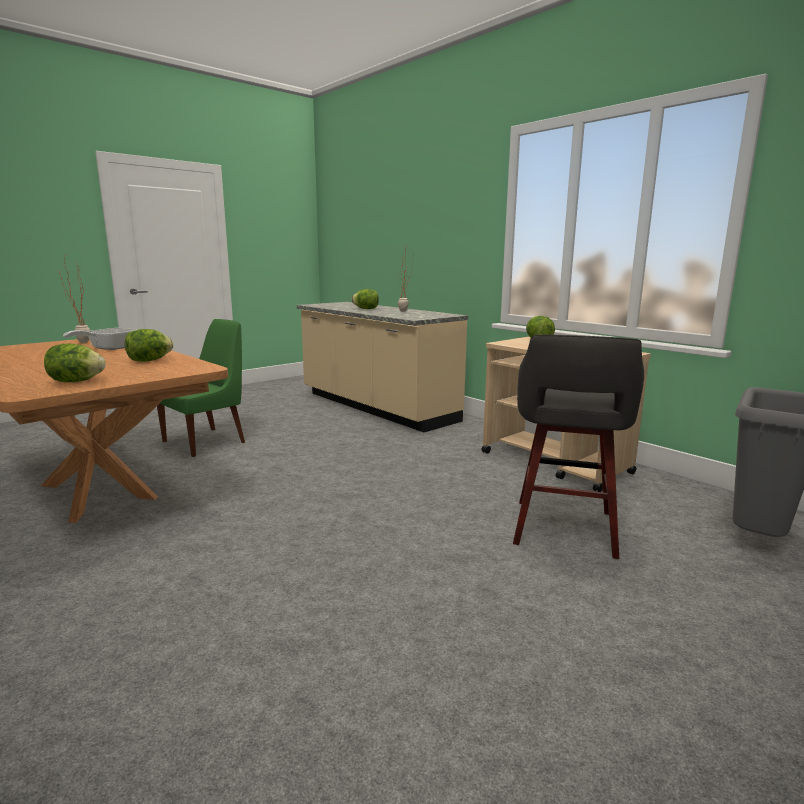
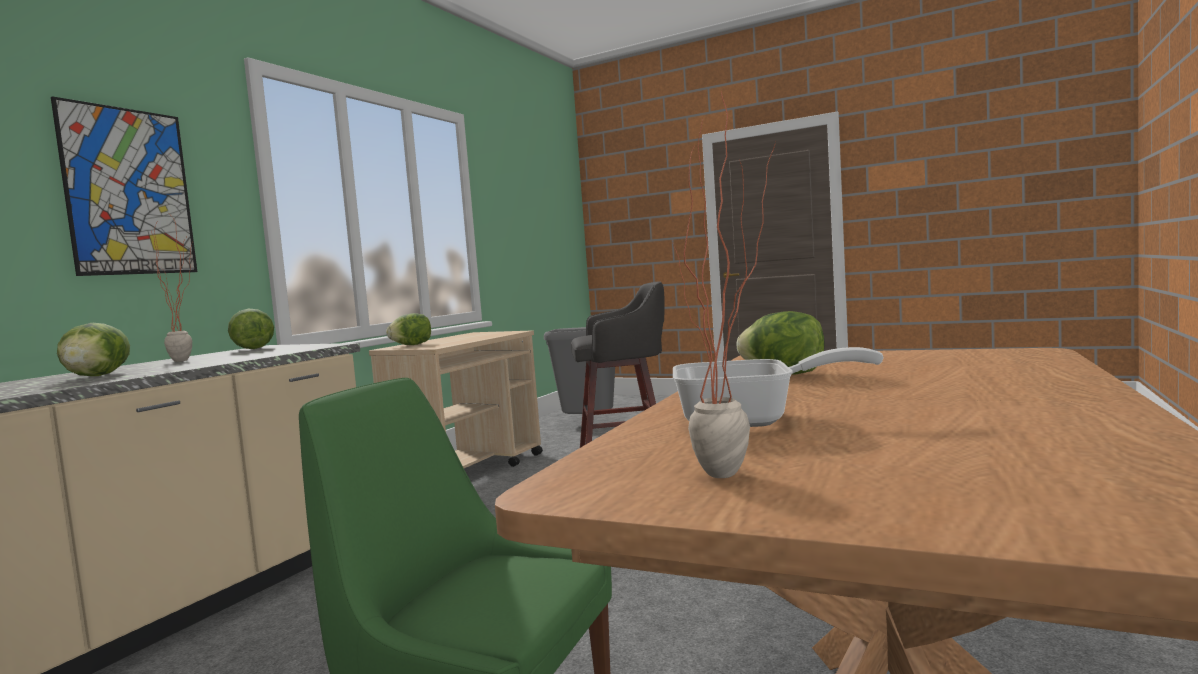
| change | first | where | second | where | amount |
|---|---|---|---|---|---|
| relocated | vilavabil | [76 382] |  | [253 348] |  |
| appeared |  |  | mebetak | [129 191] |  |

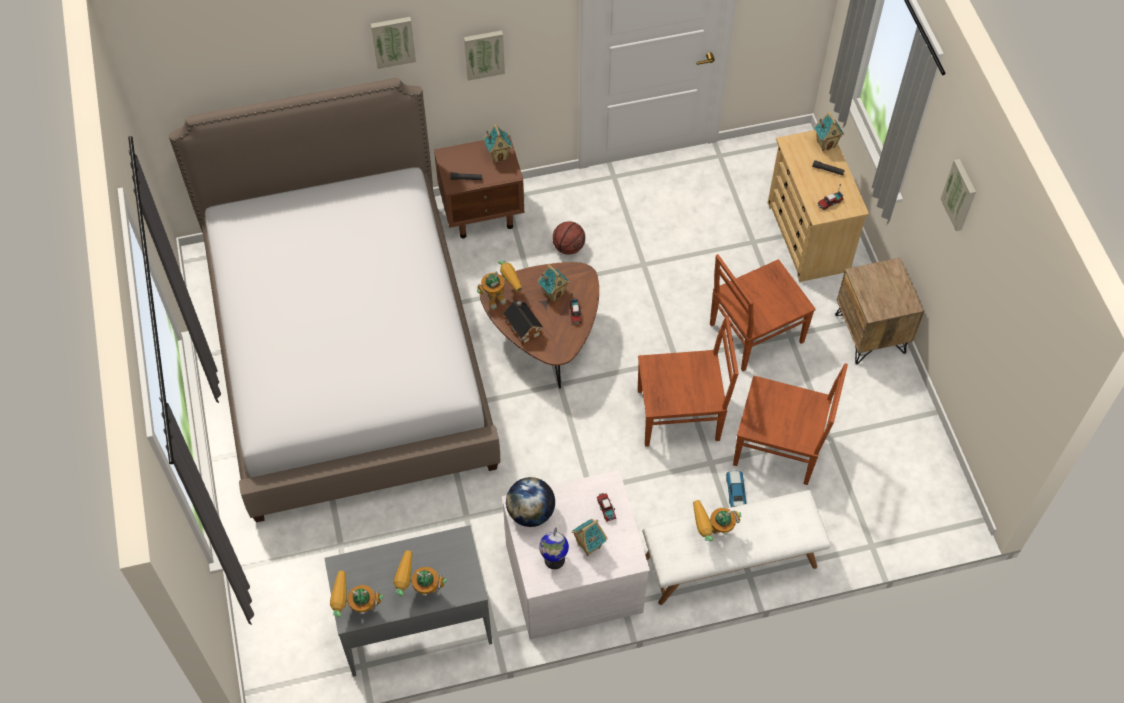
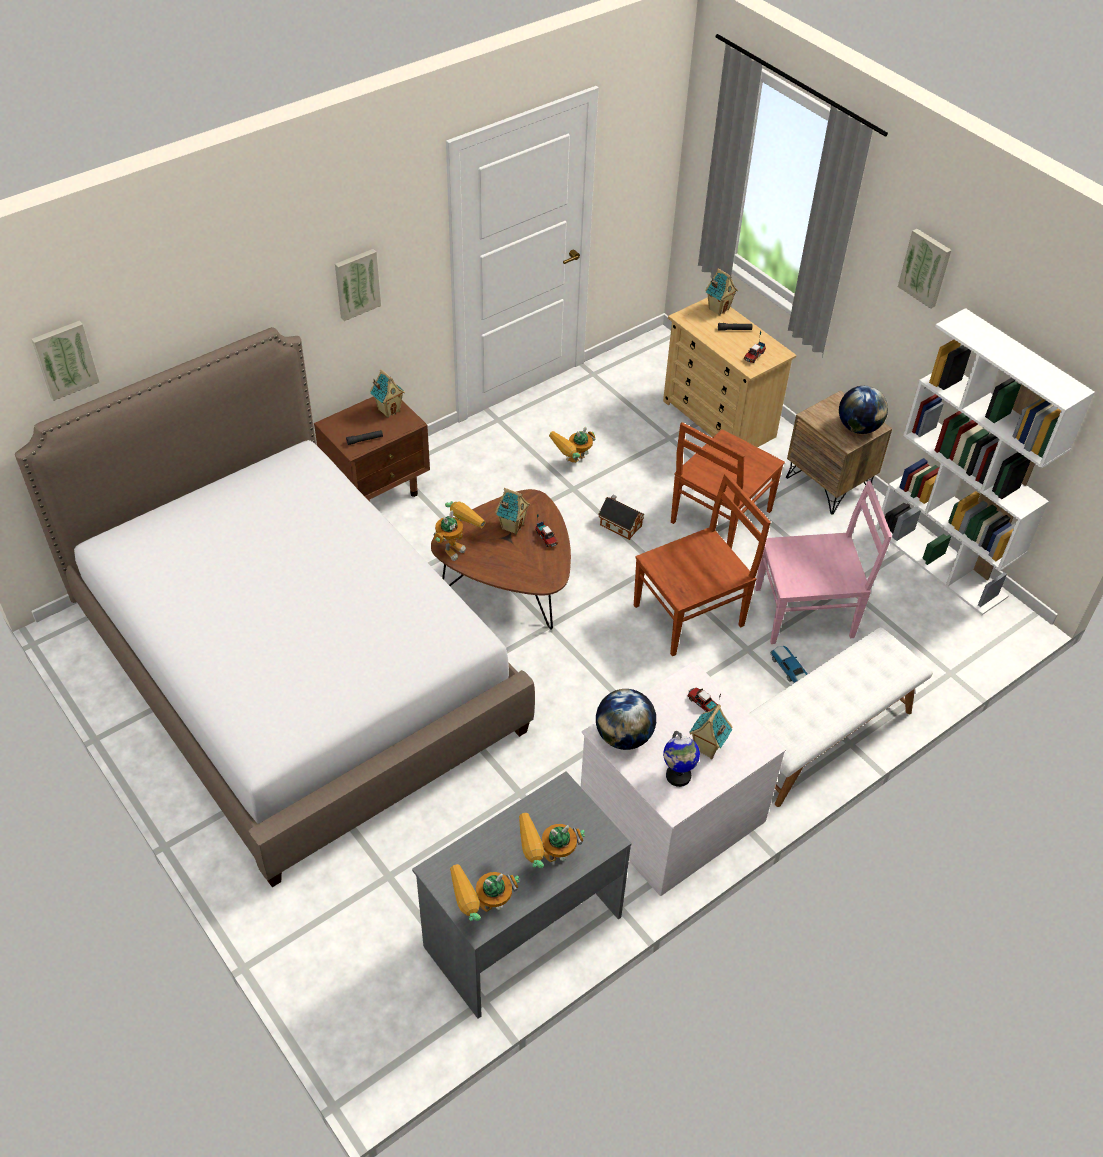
| change | first | where | second | where | amount |
|---|---|---|---|---|---|
| relocated | mebetak | [393 41] |  | [64 359] |  |
| missing | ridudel | [568 247] |  |  |  |
| relocated | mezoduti | [523 327] |  | [619 524] |  |
| colour | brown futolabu | [780 448] | pink futolabu | [807 612] |  |
| relocated | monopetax | [711 534] |  | [572 465] |  |
| appeared |  |  | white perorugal | [941 563] |  |
| appeared |  |  | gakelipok | [858 427] |  |

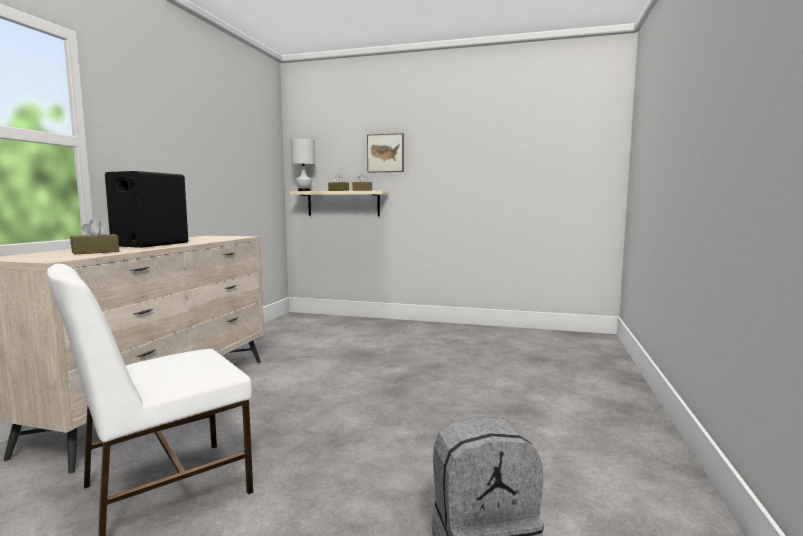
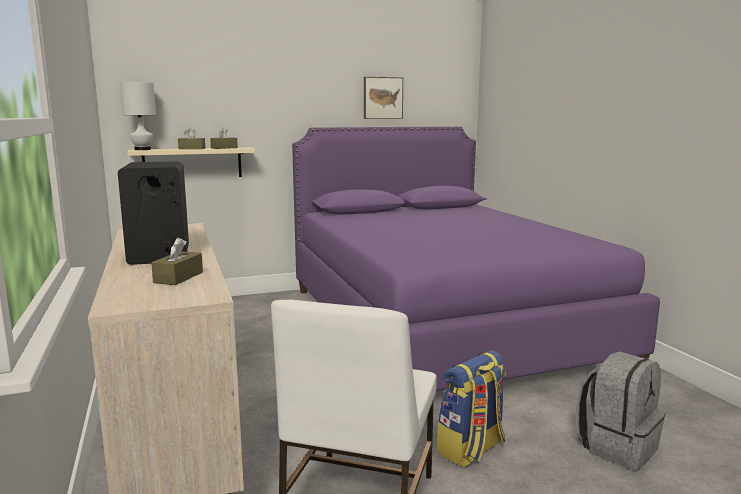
| change | first | where | second | where | amount |
|---|---|---|---|---|---|
| relocated | mebetak | [386 153] |  | [382 98] |  |
| appeared |  |  | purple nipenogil | [441 324] |  |
| appeared |  |  | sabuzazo | [471 449] |  |

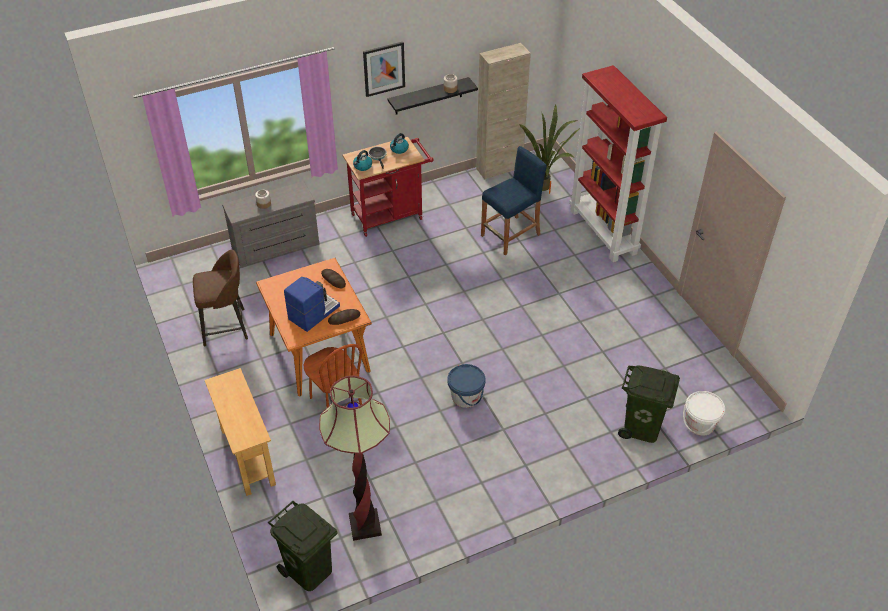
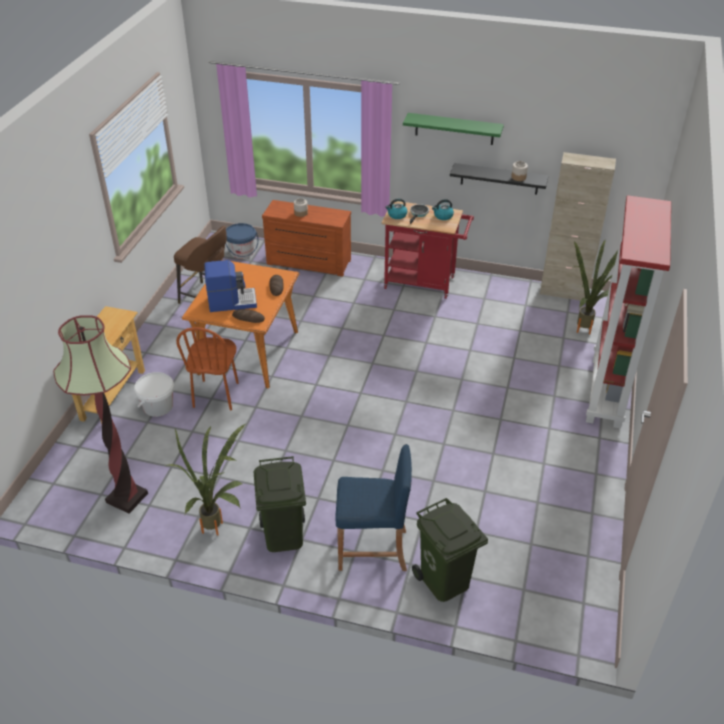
| change | first | where | second | where | amount |
|---|---|---|---|---|---|
| exchanged | mebetak | [384 68] | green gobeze | [454 129] |  |
| relocated | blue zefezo | [511 235] |  | [372 550] |  |
| colour | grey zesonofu | [276 247] | brown zesonofu | [308 263] |  |
| relocated | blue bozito | [466 396] |  | [242 252] |  |
| relocated | white bozito | [700 424] |  | [158 406] |  |
| relocated | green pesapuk | [308 571] |  | [282 535] |  |
| appeared |  |  | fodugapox | [218 530] |  |

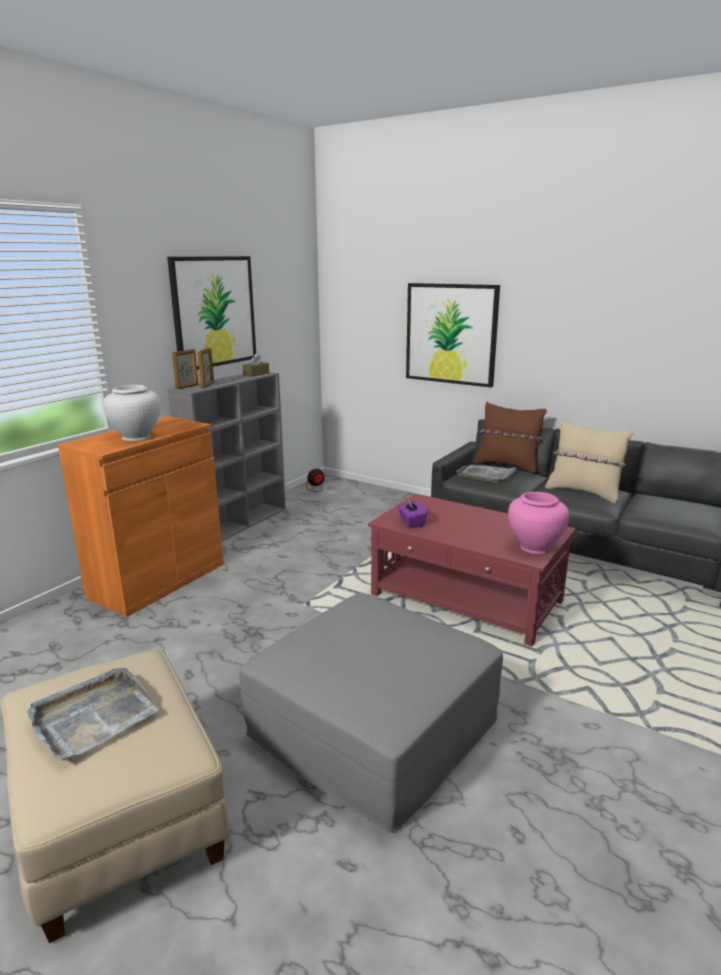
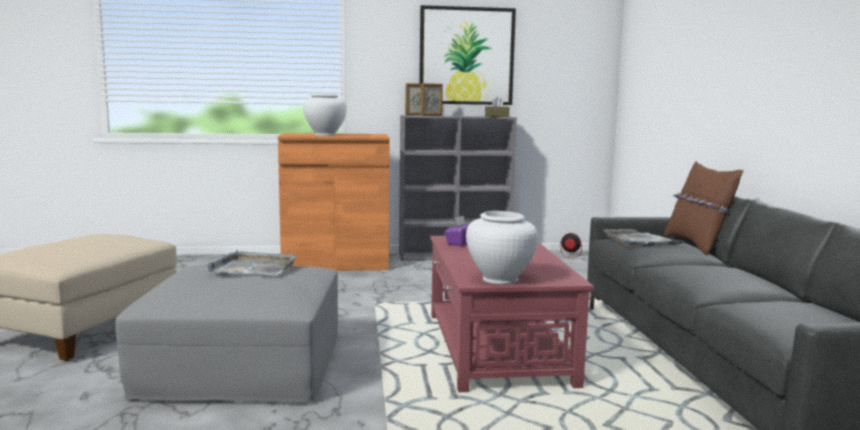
| change | first | where | second | where | amount |
|---|---|---|---|---|---|
| missing | mebetak | [451 334] |  |  |  |
| missing | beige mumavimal | [584 493] |  |  |  |
| colour | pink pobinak | [535 547] | white pobinak | [500 279] |  |
| relocated | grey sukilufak | [93 716] |  | [253 267] |  |

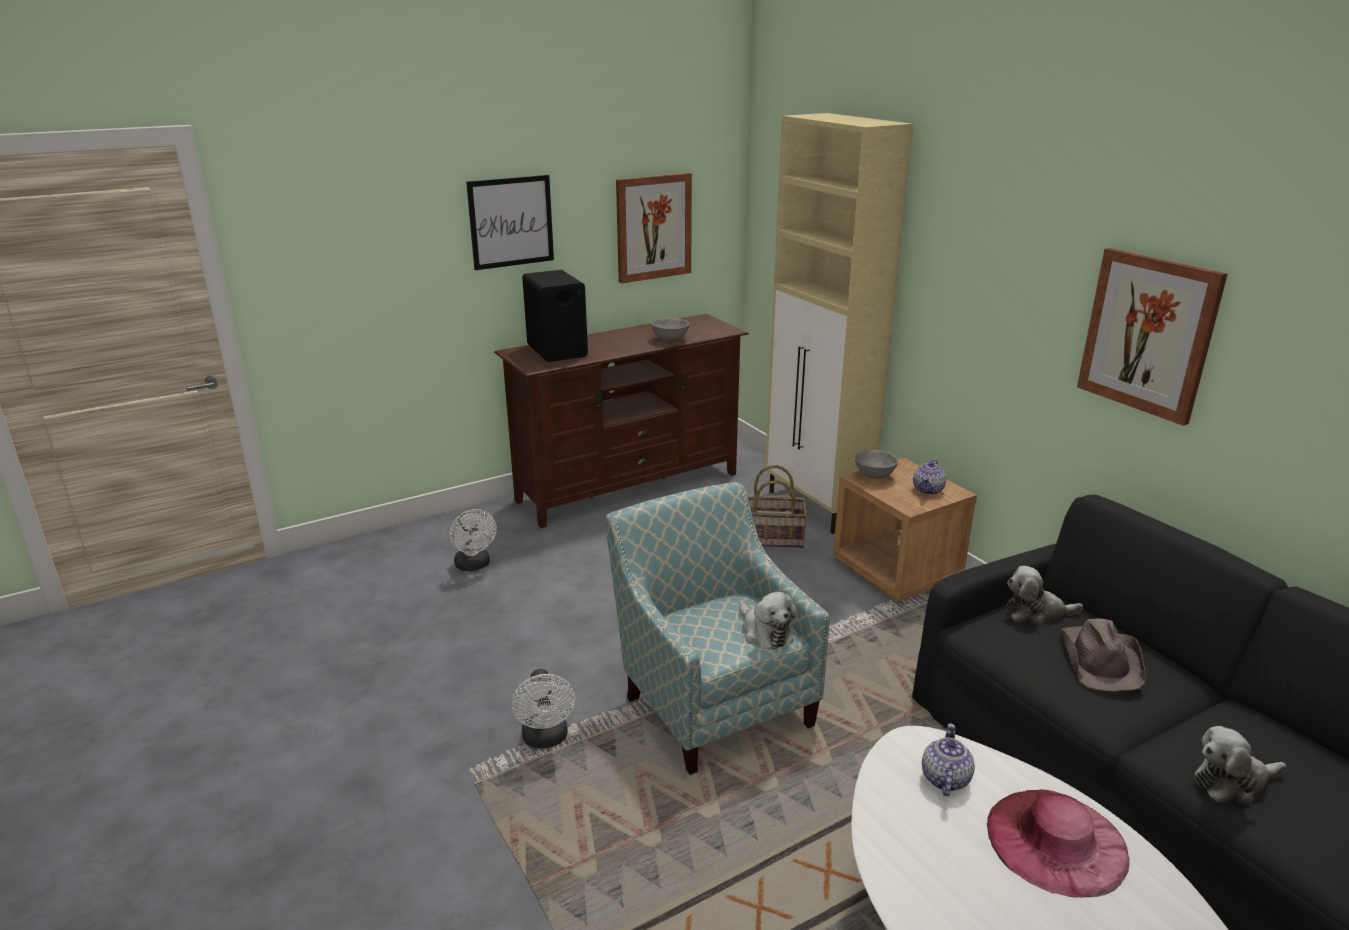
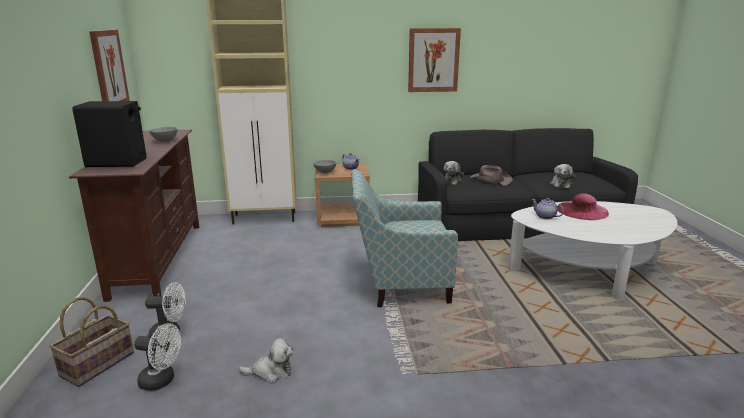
| change | first | where | second | where | amount |
|---|---|---|---|---|---|
| missing | mebetak | [511 222] |  |  |  |
| relocated | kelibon | [770 539] |  | [98 365] |  |
| relocated | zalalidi | [764 632] |  | [271 372] |  |
| relocated | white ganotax | [546 739] |  | [162 381] |  |

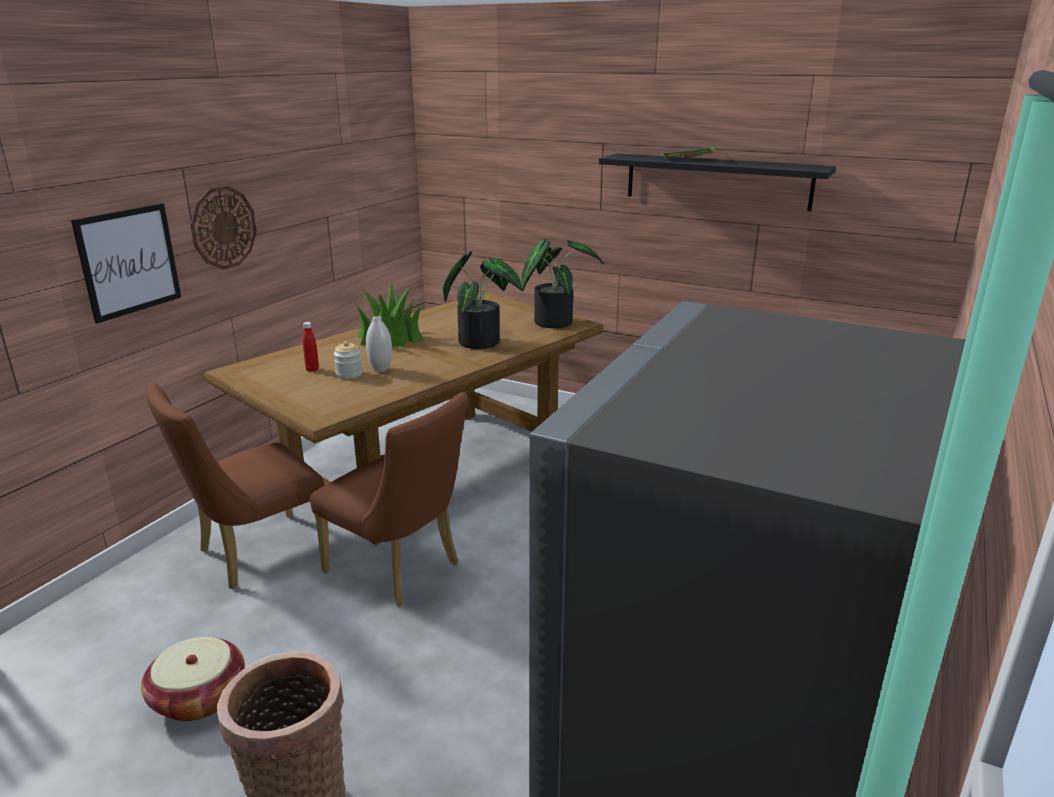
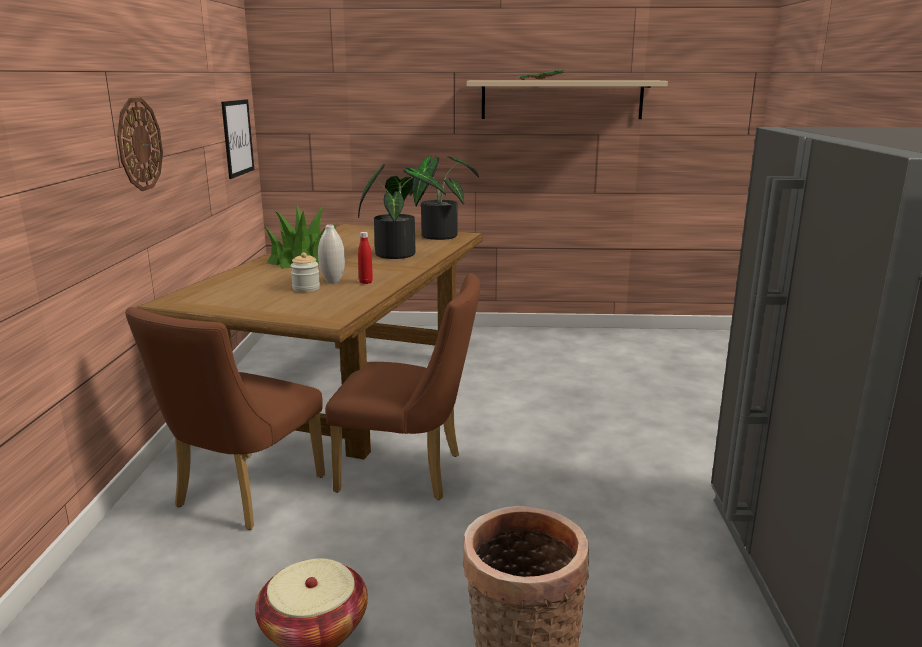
| change | first | where | second | where | amount |
|---|---|---|---|---|---|
| colour | black gobeze | [717 181] | beige gobeze | [562 99] |  |
| relocated | mebetak | [129 261] |  | [237 137] |  |
| relocated | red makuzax | [312 369] |  | [366 282] |  |

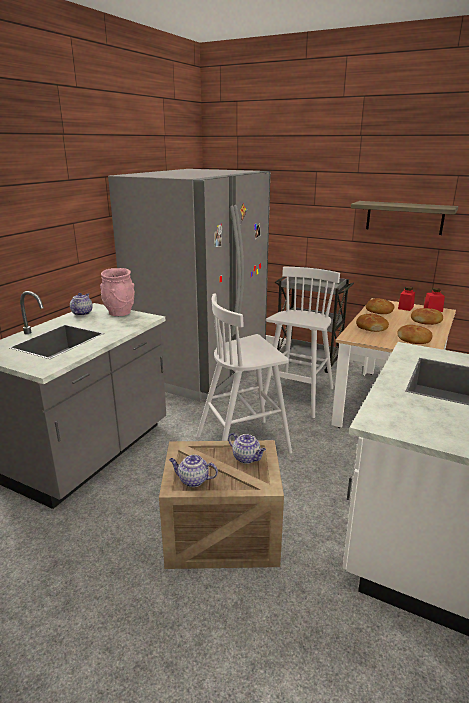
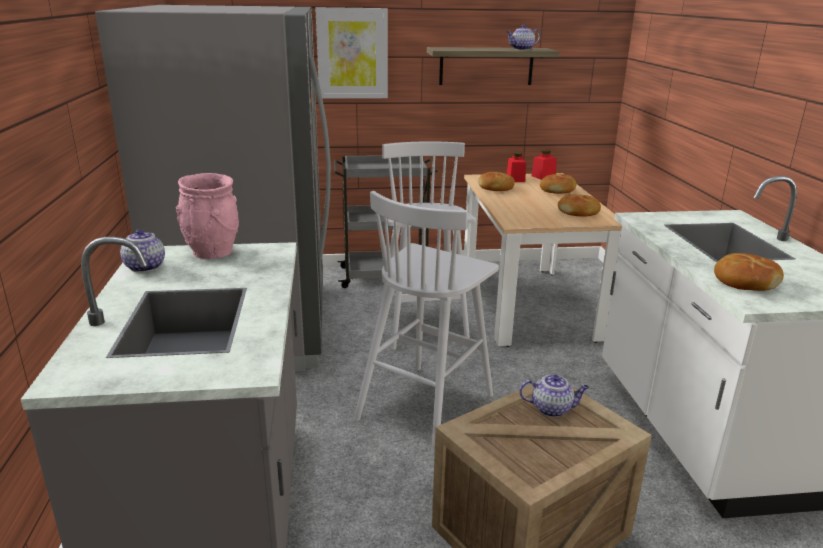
| change | first | where | second | where | amount |
|---|---|---|---|---|---|
| relocated | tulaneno | [371 327] |  | [744 282] |  |
| relocated | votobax | [193 480] |  | [521 49] |  |
| appeared |  |  | mebetak | [352 53] |  |

